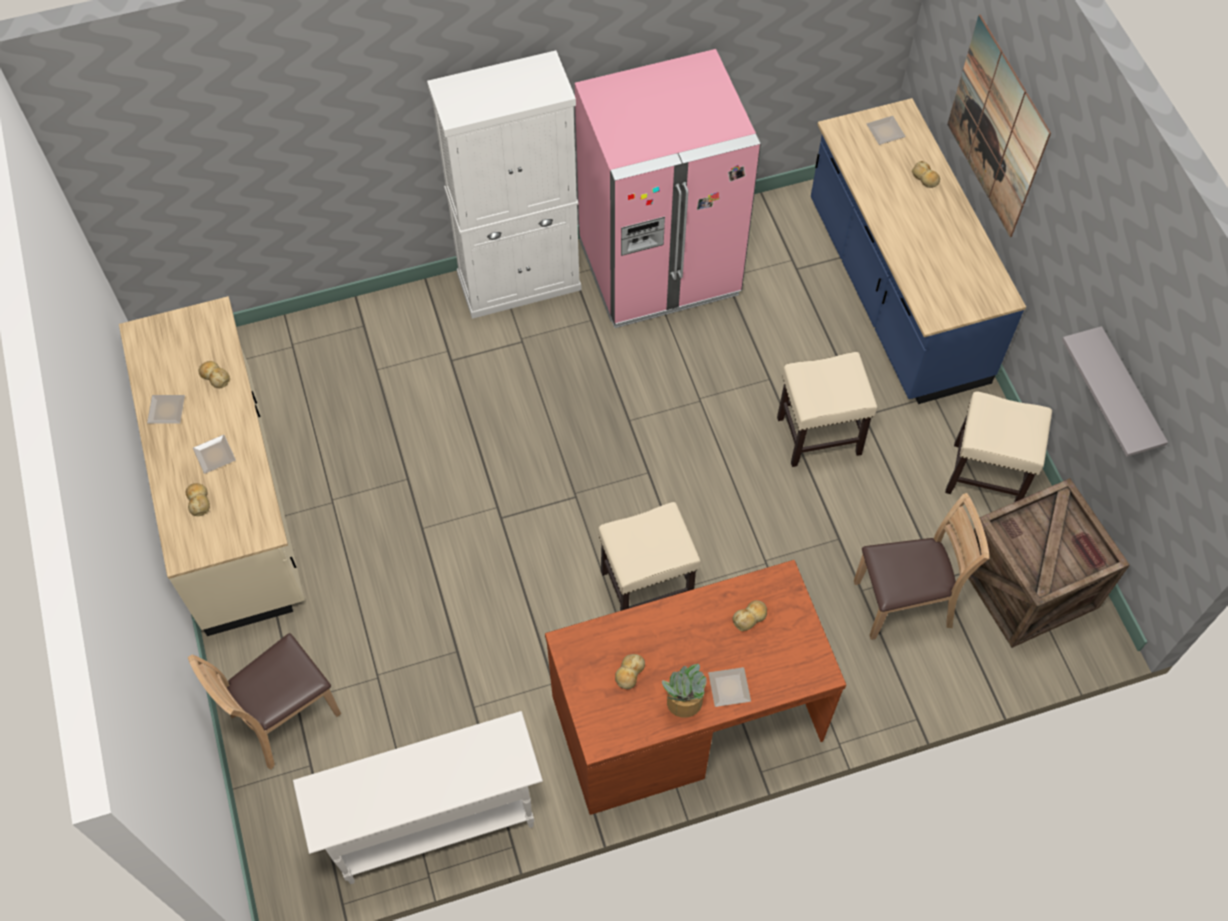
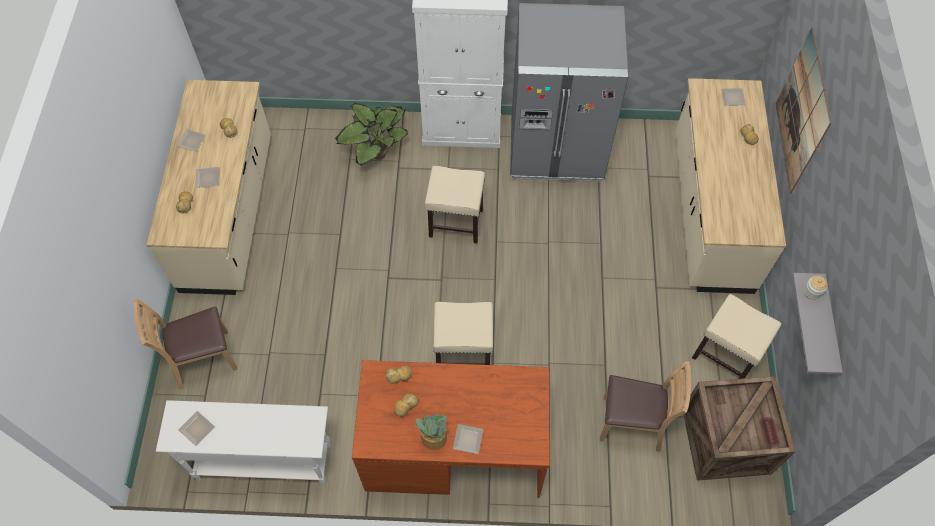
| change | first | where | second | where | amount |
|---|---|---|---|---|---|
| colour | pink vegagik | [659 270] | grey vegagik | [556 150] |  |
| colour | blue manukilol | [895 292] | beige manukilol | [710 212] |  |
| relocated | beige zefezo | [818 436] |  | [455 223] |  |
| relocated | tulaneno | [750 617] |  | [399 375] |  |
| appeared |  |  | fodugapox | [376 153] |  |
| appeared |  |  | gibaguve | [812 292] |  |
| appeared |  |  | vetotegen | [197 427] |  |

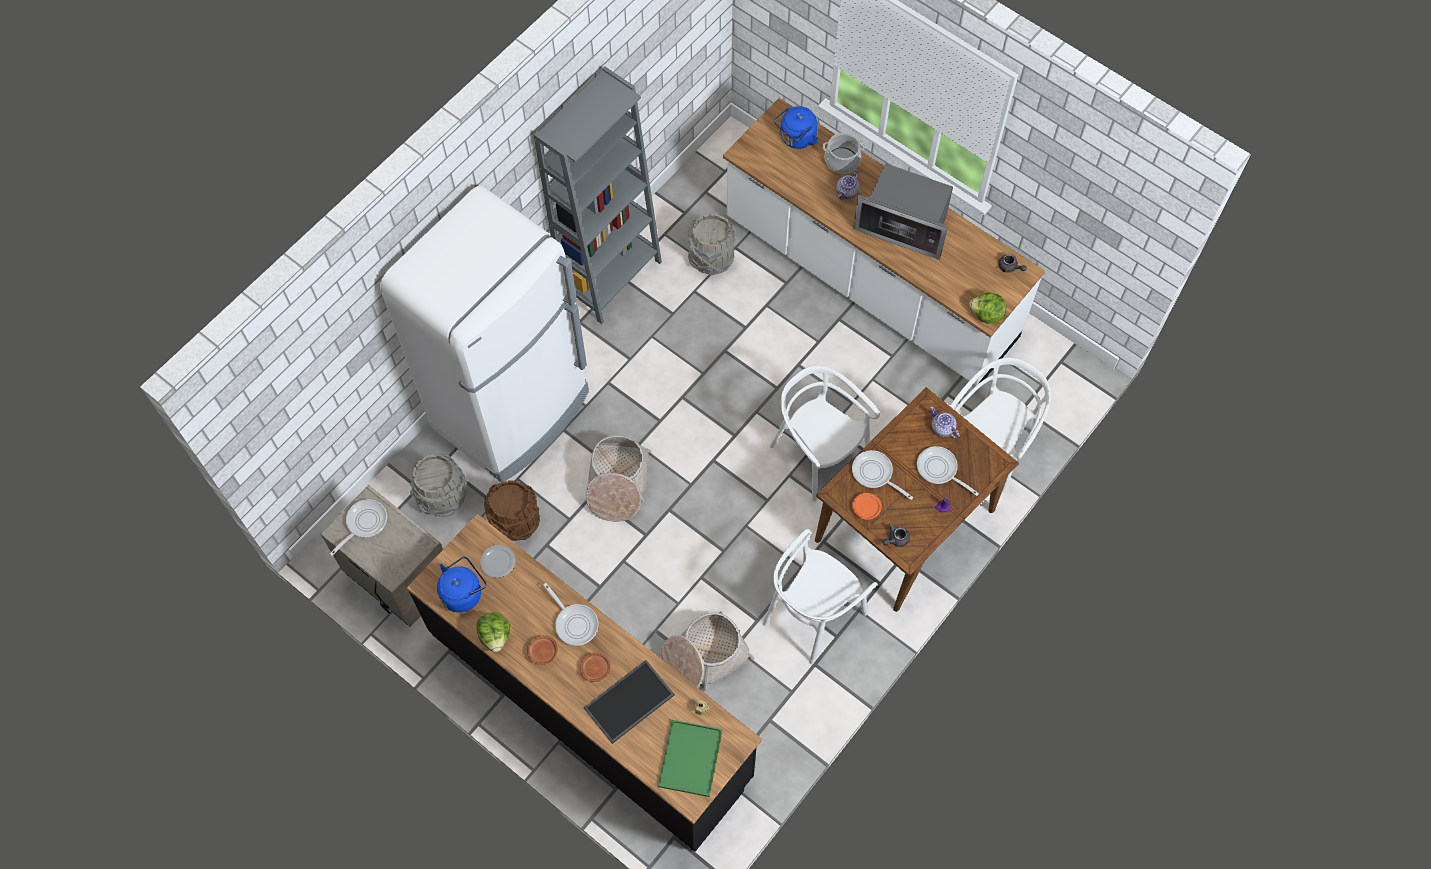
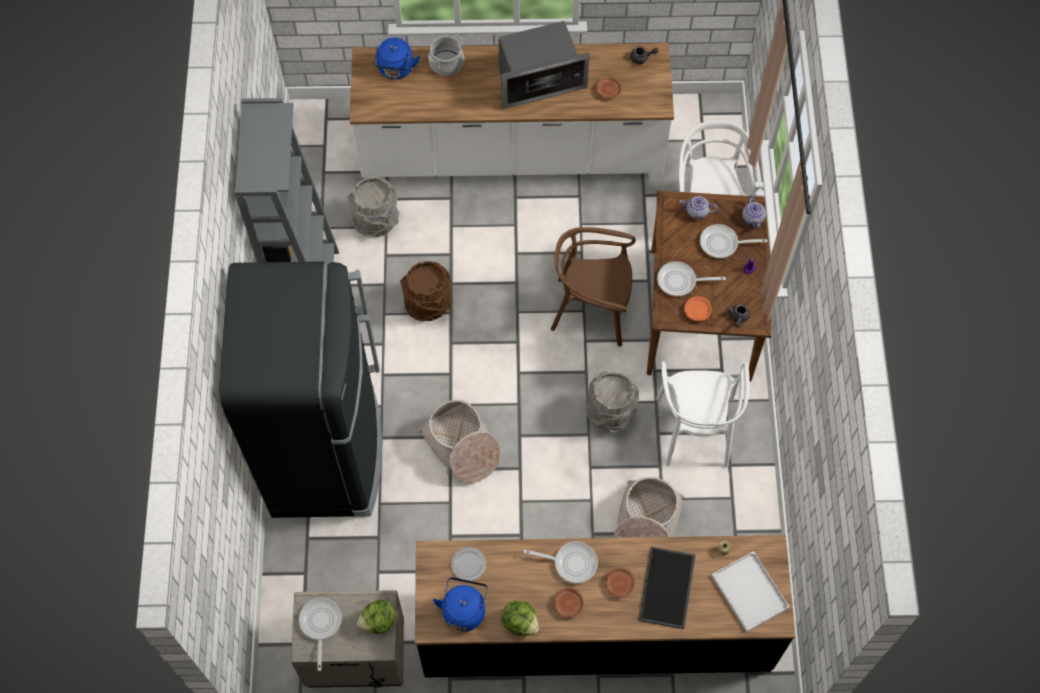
| change | first | where | second | where | amount |
|---|---|---|---|---|---|
| relocated | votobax | [847 192] |  | [753 218] |  |
| colour | white vegagik | [513 411] | black vegagik | [326 454] |  |
| relocated | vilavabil | [986 315] |  | [379 621] |  |
| colour | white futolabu | [818 454] | brown futolabu | [591 309] |  |
| relocated | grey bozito | [443 497] |  | [610 413] |  |
| relocated | brown bozito | [516 522] |  | [428 303] |  |
| colour | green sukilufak | [690 757] | white sukilufak | [748 591] |  |
| appeared |  |  | brown vetotegen | [608 91] |  |

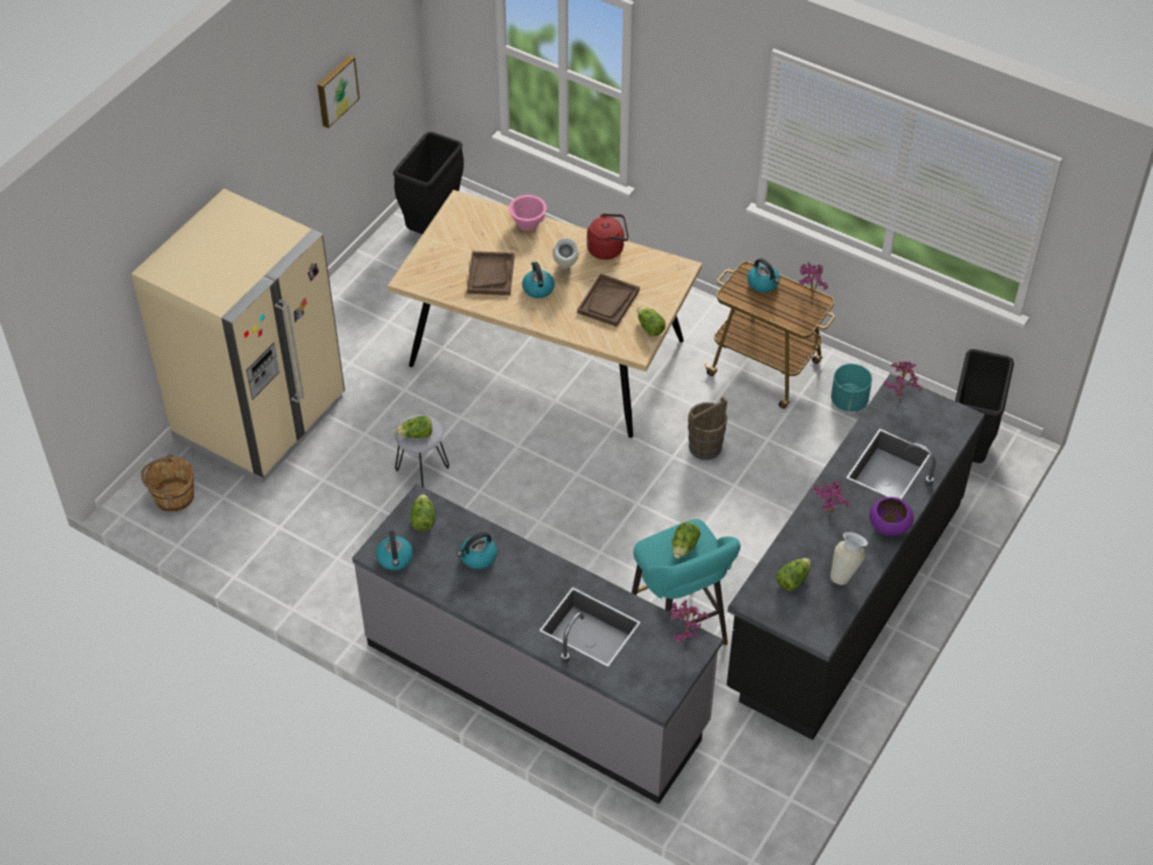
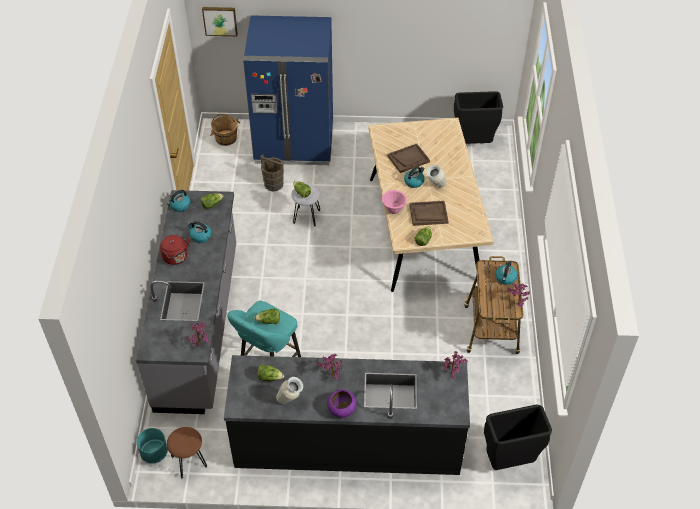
| change | first | where | second | where | amount |
|---|---|---|---|---|---|
| relocated | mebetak | [336 90] |  | [220 20] |  |
| colour | beige vegagik | [260 418] | blue vegagik | [294 143] |  |
| relocated | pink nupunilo | [528 224] |  | [394 209] |  |
| relocated | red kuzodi | [608 249] |  | [176 258] |  |
| relocated | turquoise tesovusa | [849 401] |  | [154 453] |  |
| relocated | brown bozito | [704 447] |  | [273 184] |  |
| appeared |  |  | brown zefezo | [188 461] |  |

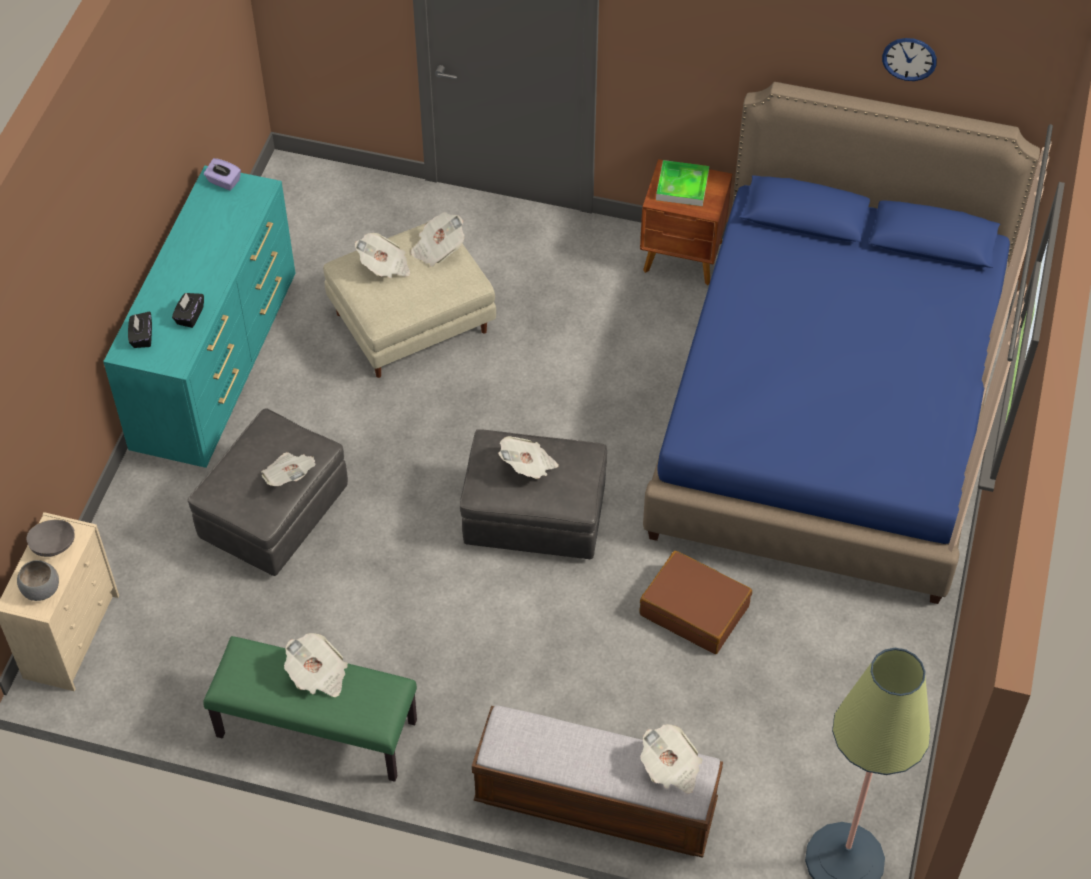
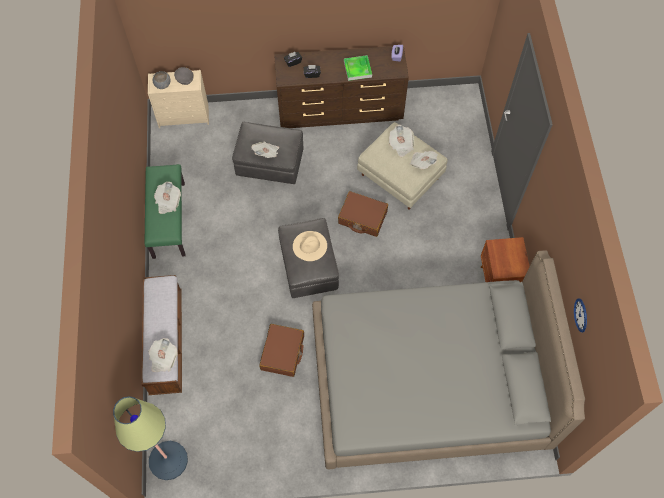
| change | first | where | second | where | amount |
|---|---|---|---|---|---|
| colour | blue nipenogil | [828 413] | grey nipenogil | [428 382] |  |
| relocated | sukilufak | [682 186] |  | [357 69] |  |
| colour | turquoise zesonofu | [218 365] | brown zesonofu | [341 111] |  |
| exchanged | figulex | [528 466] | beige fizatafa | [310 246] |  |
| appeared |  |  | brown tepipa | [362 217] |  |

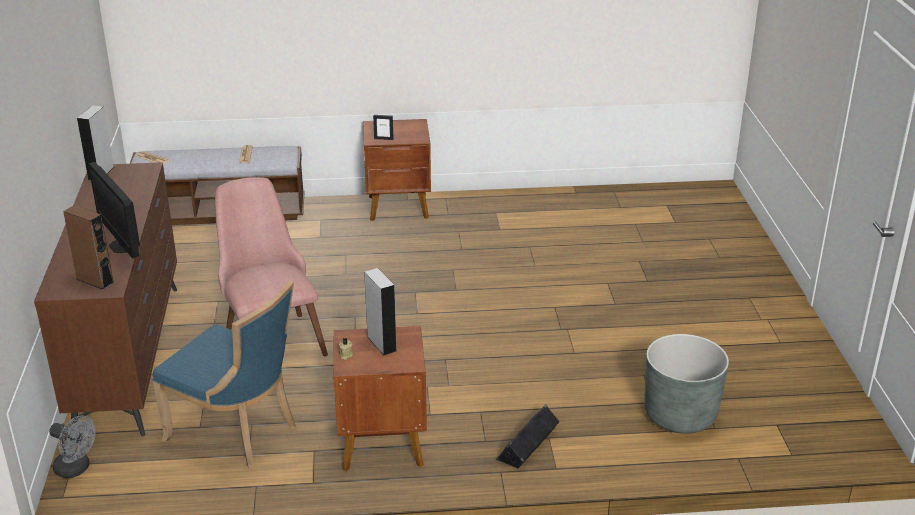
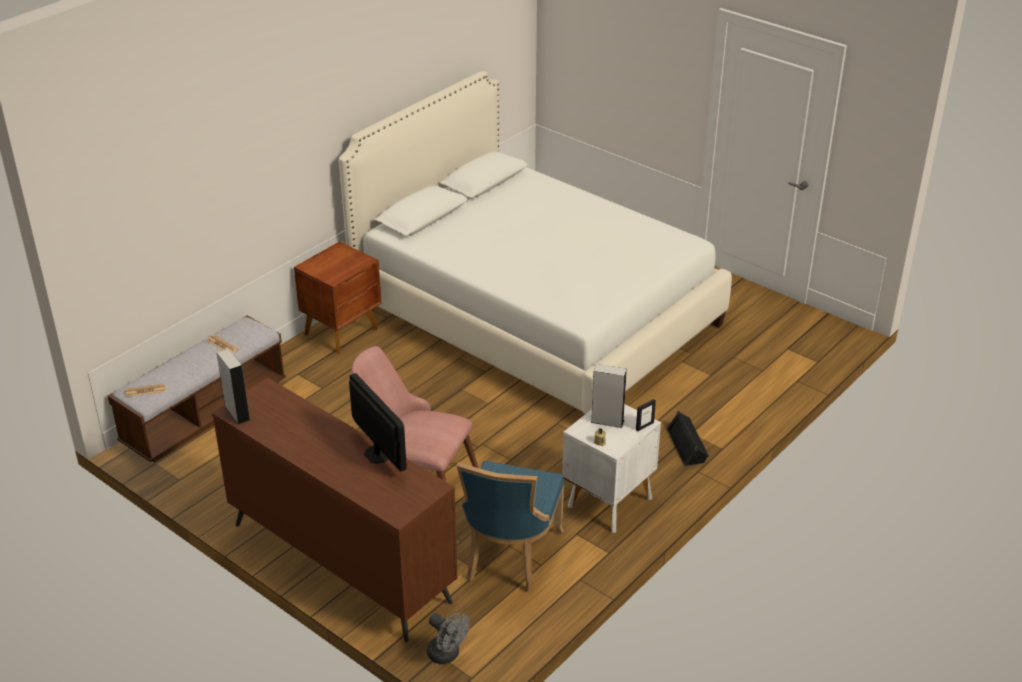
| change | first | where | second | where | amount |
|---|---|---|---|---|---|
| relocated | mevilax | [383 139] |  | [644 426] |  |
| spun | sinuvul | [122 245] |  | [377 454] | 135 degrees counterclockwise |
| missing | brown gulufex | [95 281] |  |  |  |
| spun | blue futolabu | [237 432] |  | [510 557] | 120 degrees clockwise |
| colour | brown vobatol | [380 444] | white vobatol | [608 502] |  |
| missing | grey tesovusa | [680 414] |  |  |  |
| spun | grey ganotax | [77 469] |  | [447 655] | 60 degrees clockwise |
| appeared |  |  | white nipenogil | [536 315] |  |

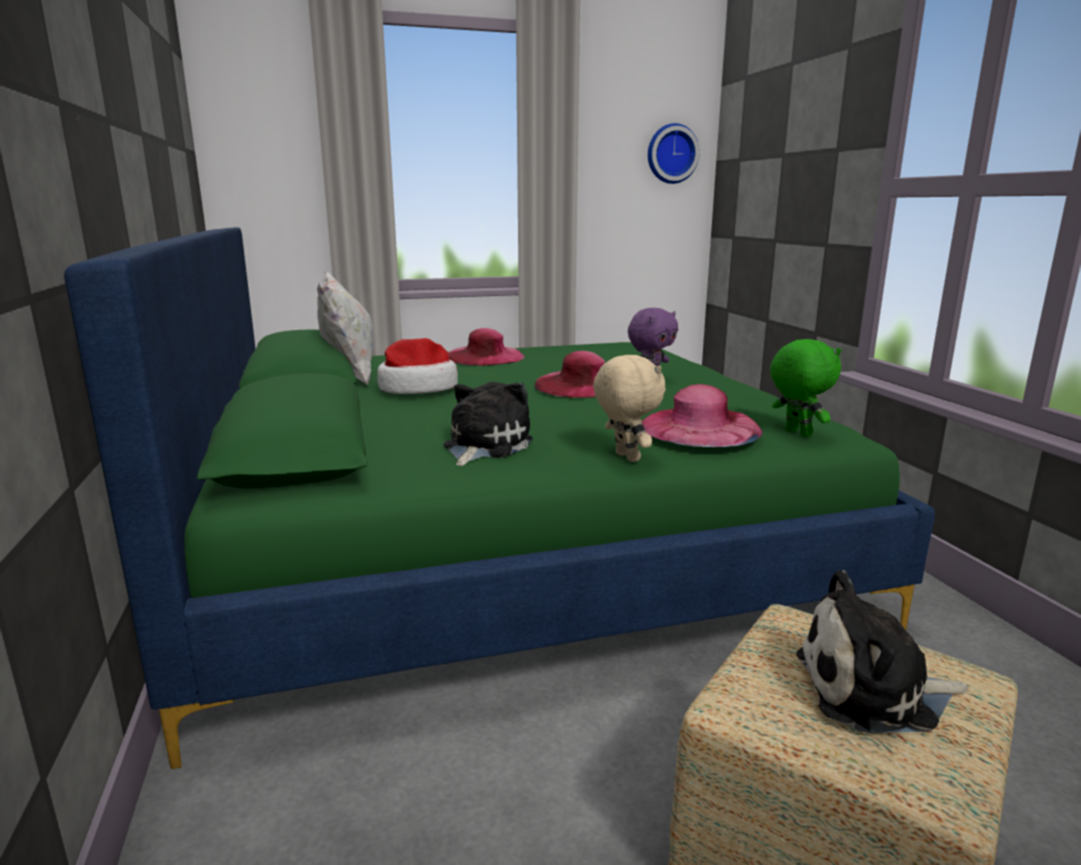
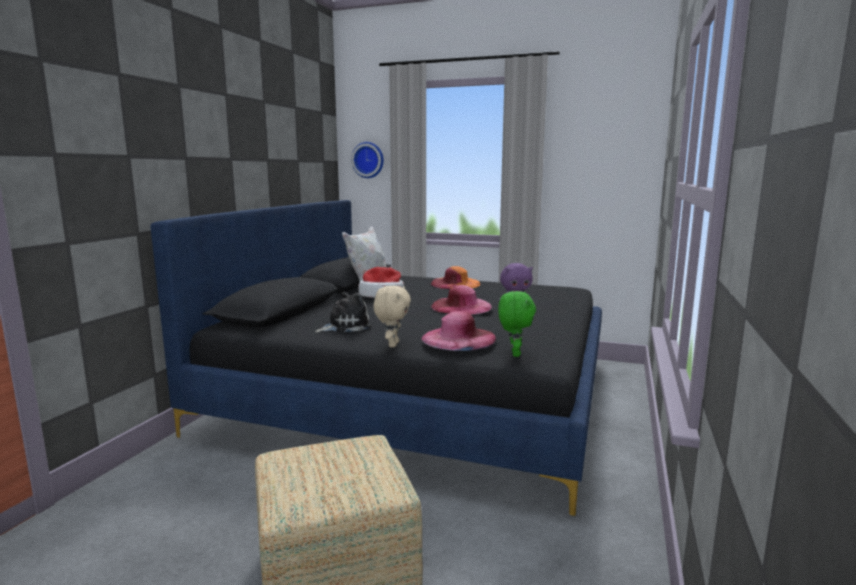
| change | first | where | second | where | amount |
|---|---|---|---|---|---|
| relocated | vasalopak | [671 154] |  | [368 160] |  |
| colour | green nipenogil | [506 536] | black nipenogil | [419 393] |  |
| colour | pink fizatafa | [485 356] | orange fizatafa | [455 284] |  |
| missing | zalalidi | [873 691] |  |  |  |

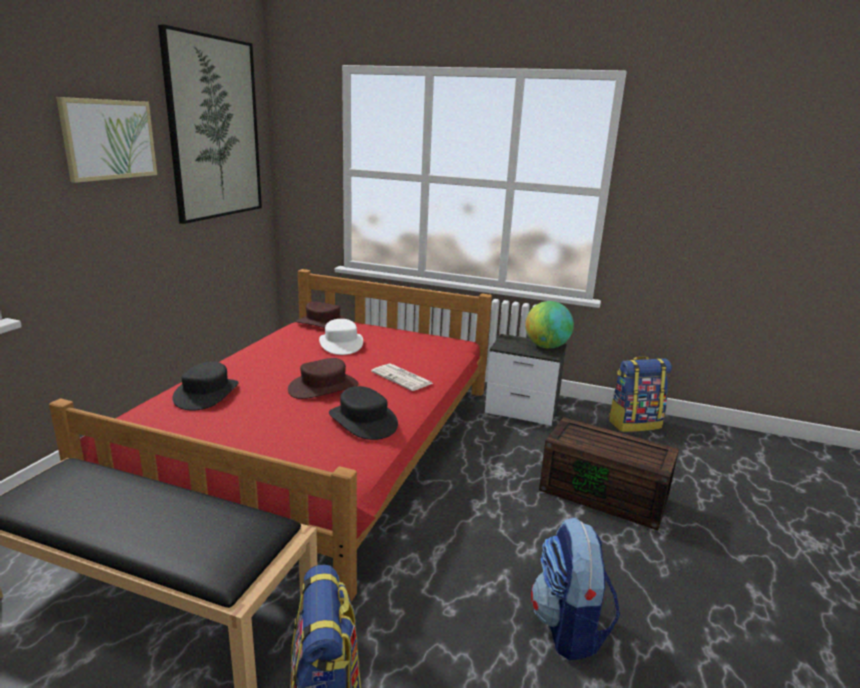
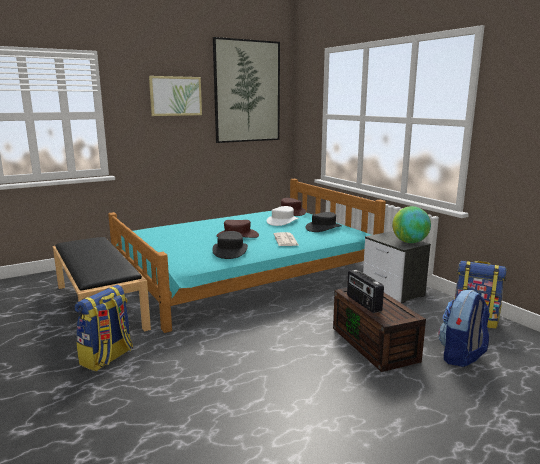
| change | first | where | second | where | amount |
|---|---|---|---|---|---|
| colour | red nipenogil | [320 442] | turquoise nipenogil | [244 274] |  |
| relocated | black fizatafa | [206 394] |  | [323 228] |  |
| relocated | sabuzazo | [569 627] |  | [461 356] |  |
| appeared |  |  | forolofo | [363 303] |  |

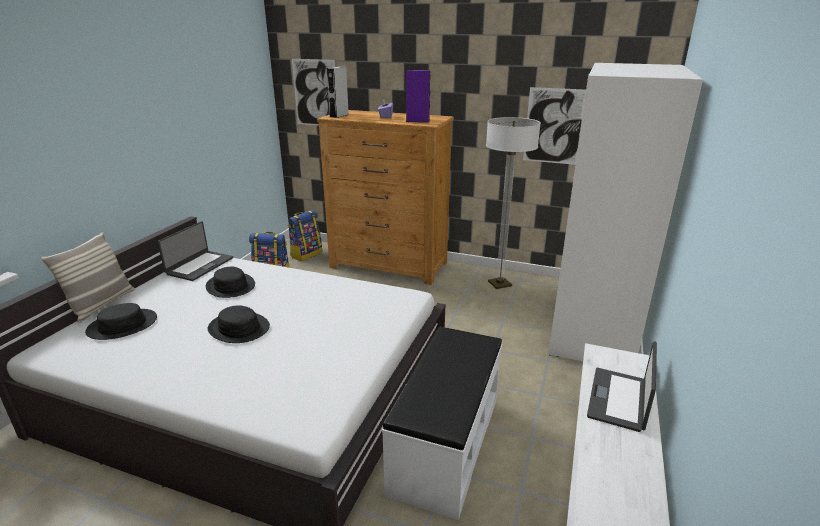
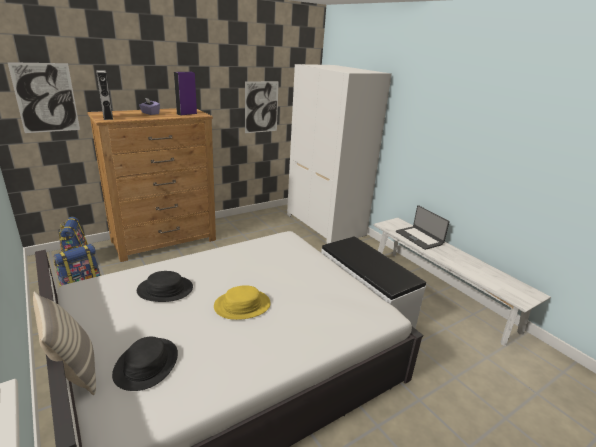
| change | first | where | second | where | amount |
|---|---|---|---|---|---|
| missing | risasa | [499 284] |  |  |  |
| missing | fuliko | [199 266] |  |  |  |
| colour | black fizatafa | [238 328] | yellow fizatafa | [242 305] |  |

